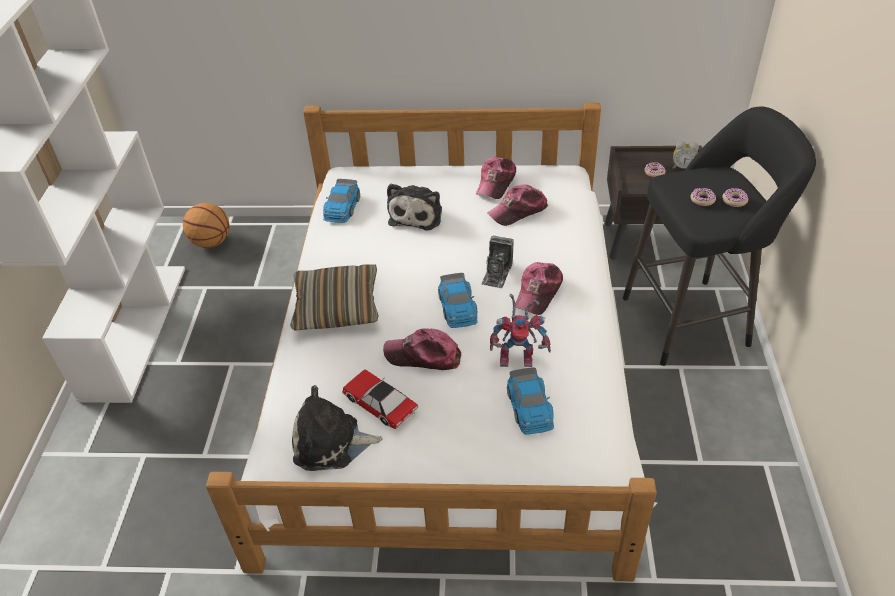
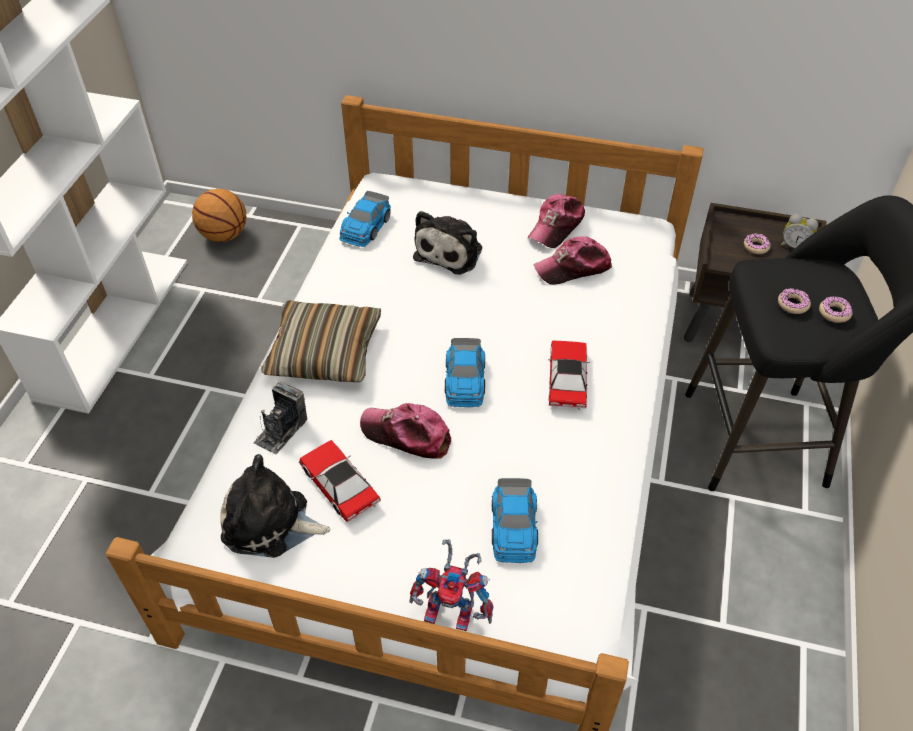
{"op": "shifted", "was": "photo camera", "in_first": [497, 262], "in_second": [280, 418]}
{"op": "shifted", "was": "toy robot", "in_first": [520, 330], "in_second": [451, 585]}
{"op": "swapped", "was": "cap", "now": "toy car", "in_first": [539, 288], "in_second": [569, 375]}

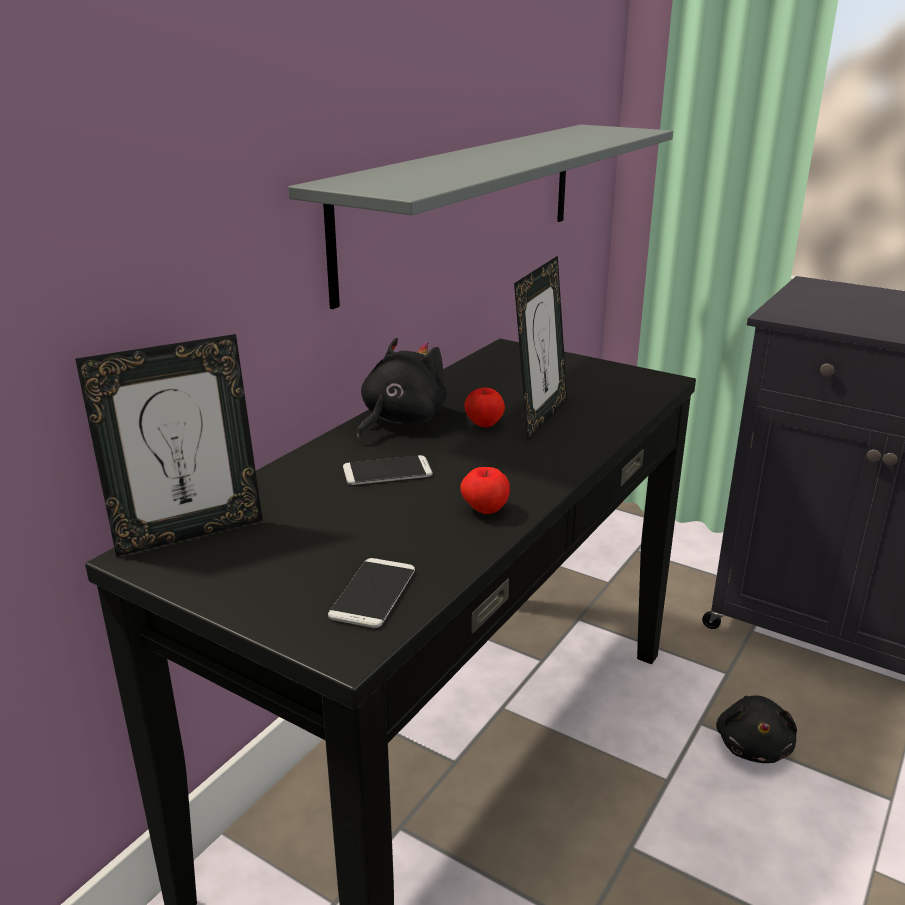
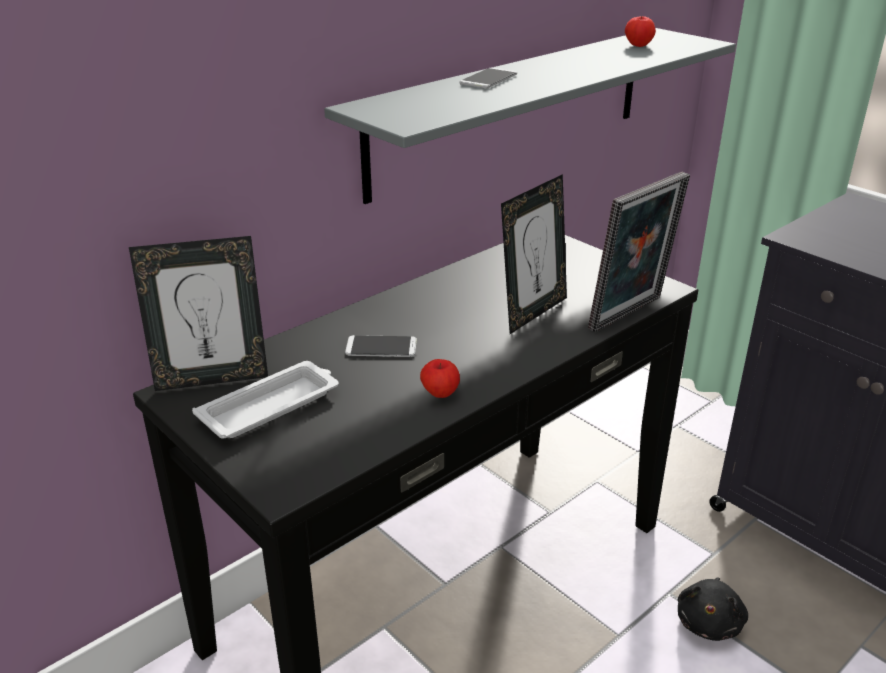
{"op": "gone", "was": "plush toy/black", "in_first": [402, 388]}
{"op": "new", "now": "tray/white", "in_second": [265, 399]}
{"op": "new", "now": "picture frame", "in_second": [639, 251]}
{"op": "shifted", "was": "phone", "in_first": [371, 593], "in_second": [488, 78]}
{"op": "shifted", "was": "apple", "in_first": [484, 407], "in_second": [640, 31]}

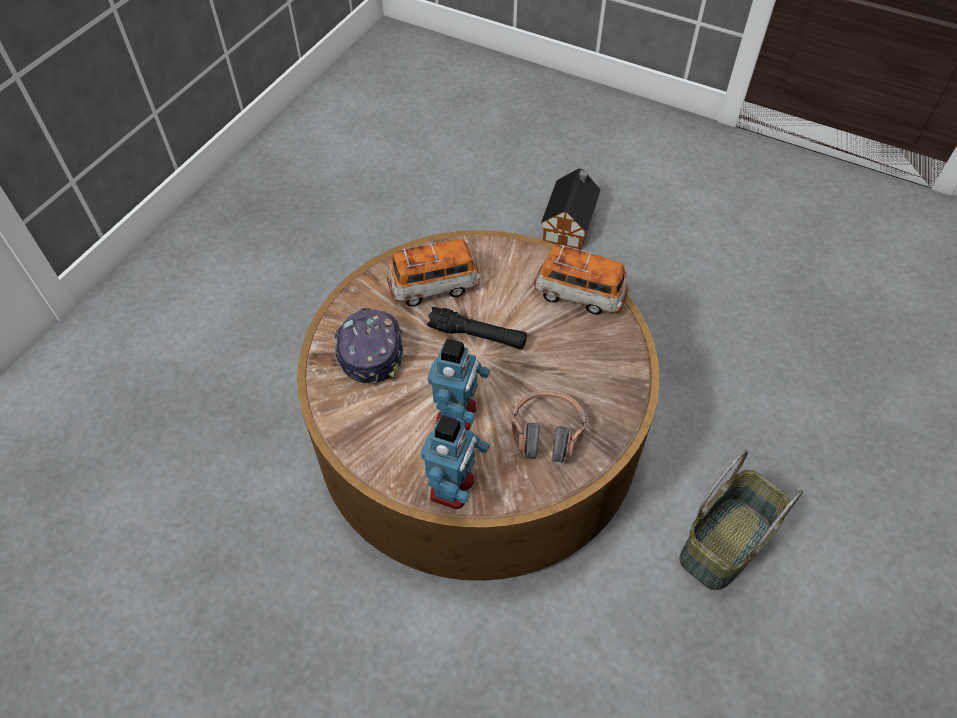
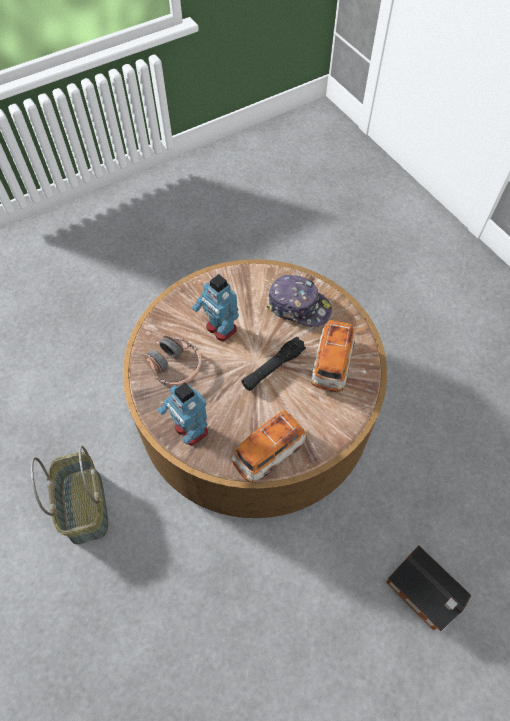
{"op": "shifted", "was": "toy robot", "in_first": [455, 462], "in_second": [183, 414]}

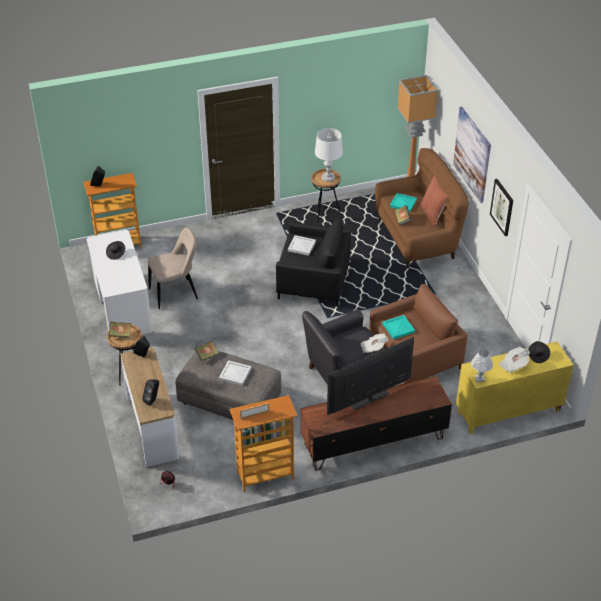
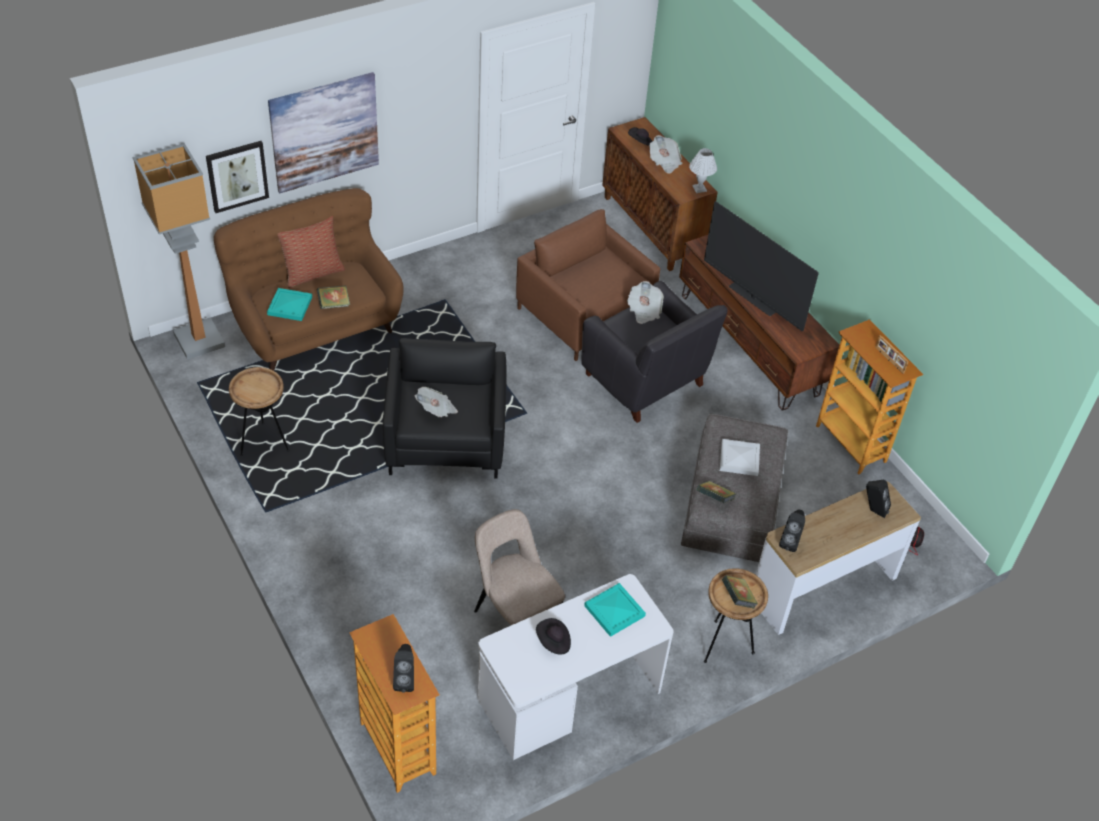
{"op": "gone", "was": "table lamp/white", "in_first": [329, 155]}
{"op": "shifted", "was": "tray/turquoise", "in_first": [398, 327], "in_second": [615, 610]}
{"op": "shifted", "was": "picture", "in_first": [501, 207], "in_second": [237, 177]}
{"op": "swapped", "was": "tray/white", "now": "newspaper", "in_first": [302, 245], "in_second": [436, 402]}
{"op": "repainted", "was": "cabinet/yellow", "now": "cabinet/brown", "in_first": [515, 387], "in_second": [660, 194]}

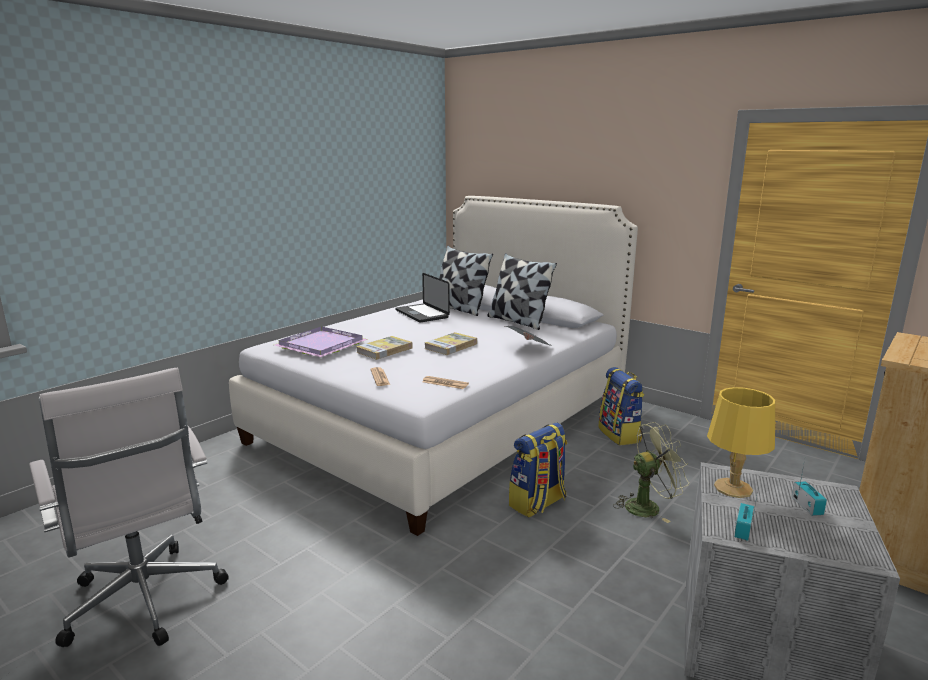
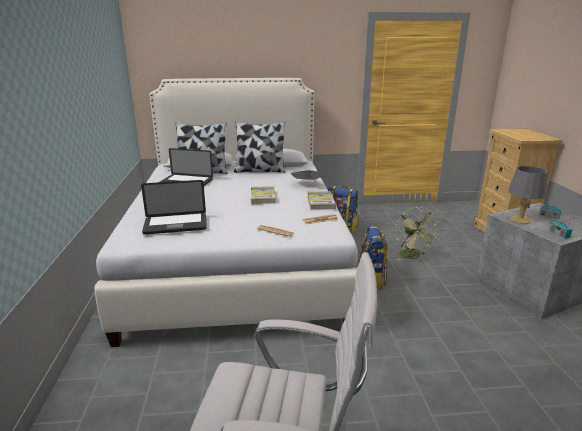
{"op": "shifted", "was": "book", "in_first": [384, 348], "in_second": [321, 200]}
{"op": "swapped", "was": "tray/purple", "now": "laptop", "in_first": [321, 341], "in_second": [174, 207]}
{"op": "repainted", "was": "table lamp/yellow", "now": "table lamp/grey", "in_first": [741, 442], "in_second": [527, 195]}
{"op": "rotated", "was": "fan/green", "in_first": [651, 472], "in_second": [417, 233], "clockwise": 135}

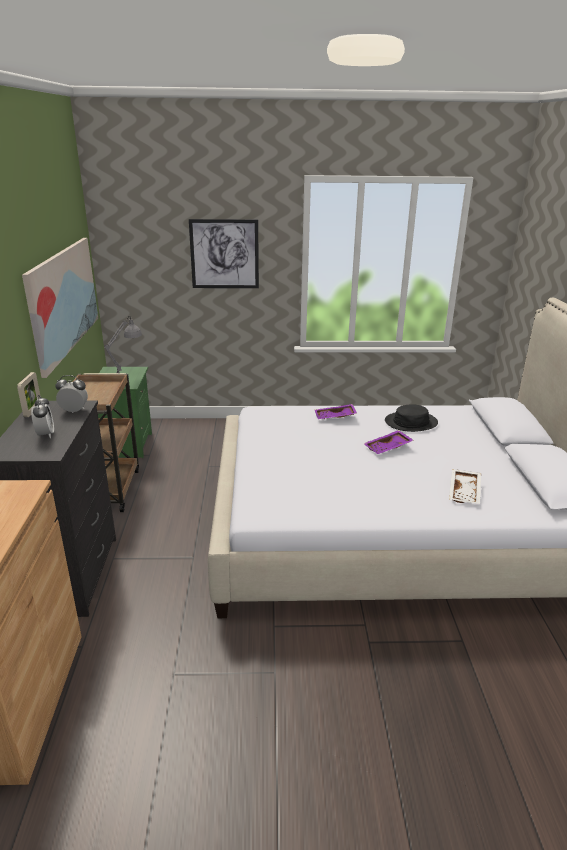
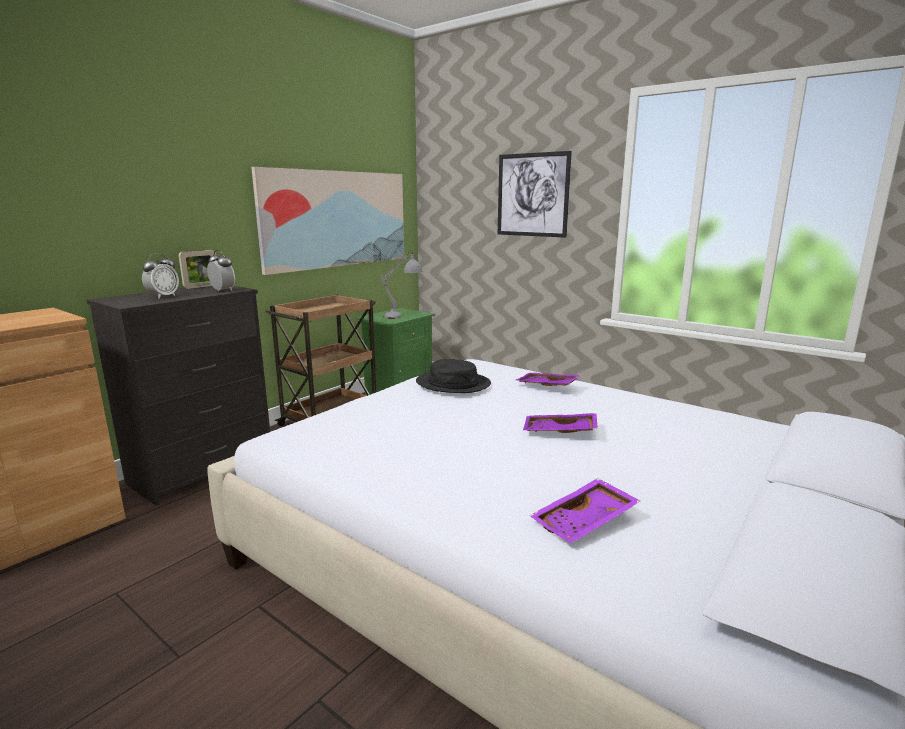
{"op": "shifted", "was": "hat/black", "in_first": [411, 418], "in_second": [453, 376]}
{"op": "repainted", "was": "tray/white", "now": "tray/purple", "in_first": [465, 486], "in_second": [584, 510]}

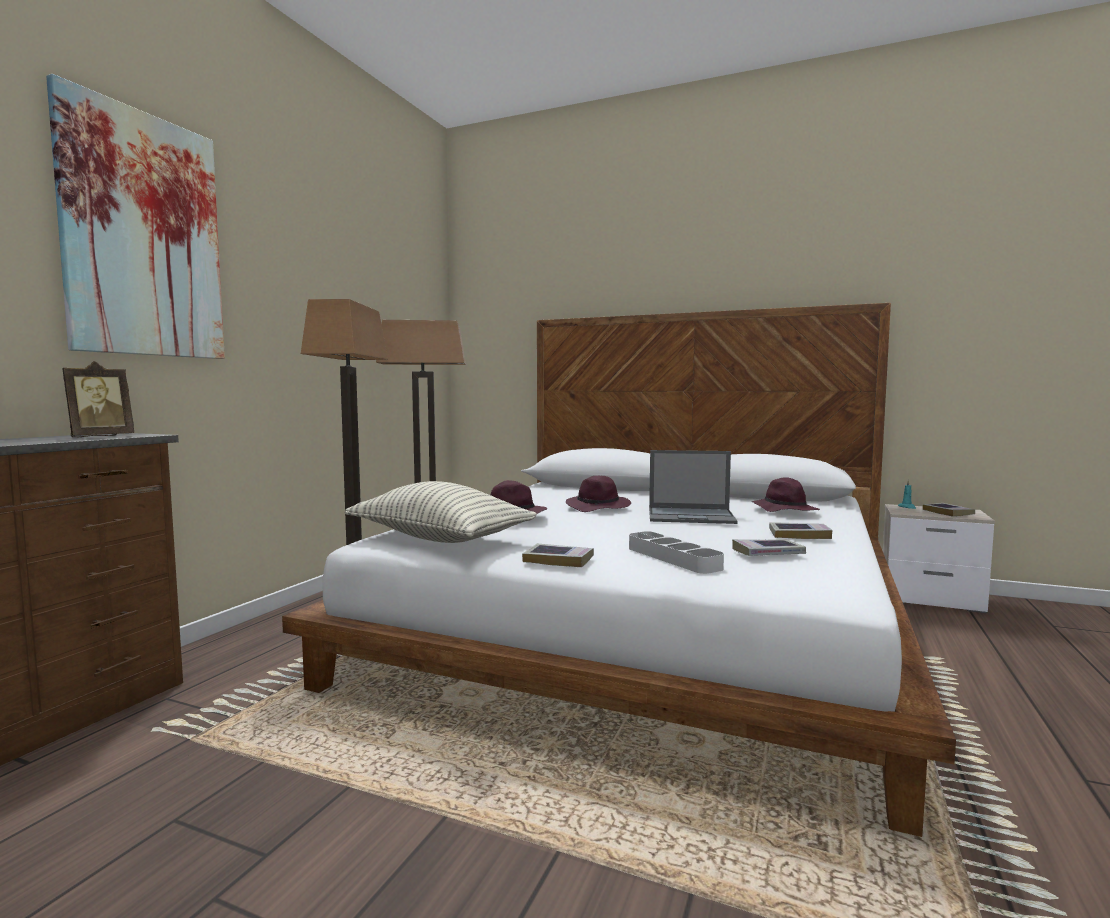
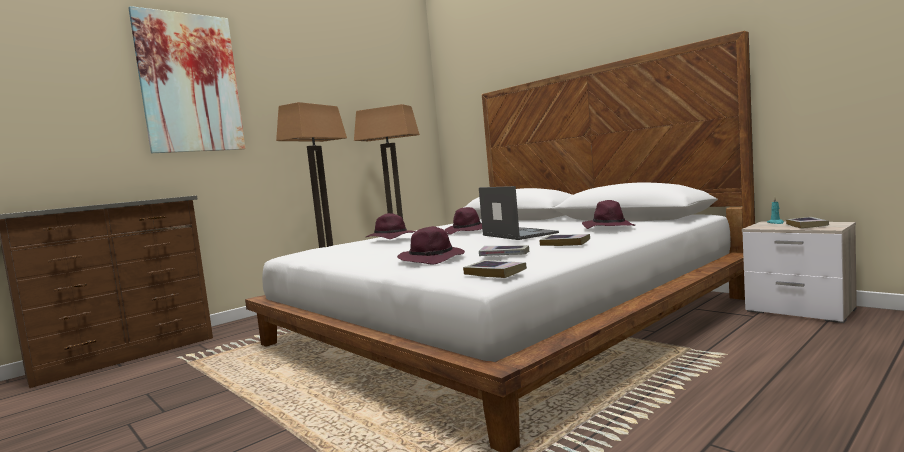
{"op": "gone", "was": "picture frame", "in_first": [98, 399]}
{"op": "gone", "was": "pillow", "in_first": [441, 512]}
{"op": "shifted", "was": "book", "in_first": [558, 555], "in_second": [495, 269]}
{"op": "swapped", "was": "tray/grey", "now": "hat/purple", "in_first": [676, 552], "in_second": [431, 245]}
{"op": "rotated", "was": "laptop", "in_first": [693, 487], "in_second": [519, 213], "clockwise": -150}

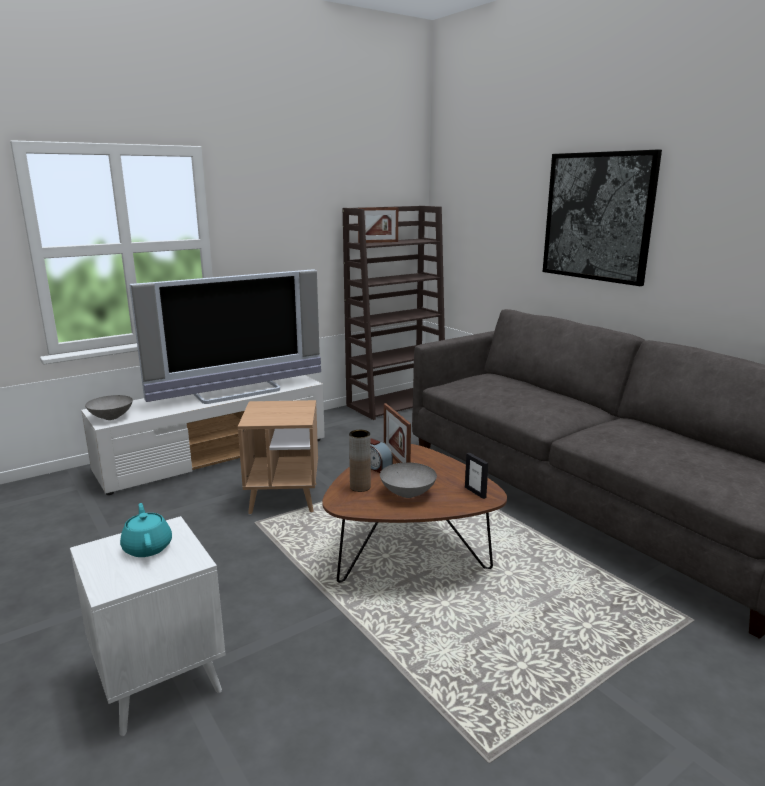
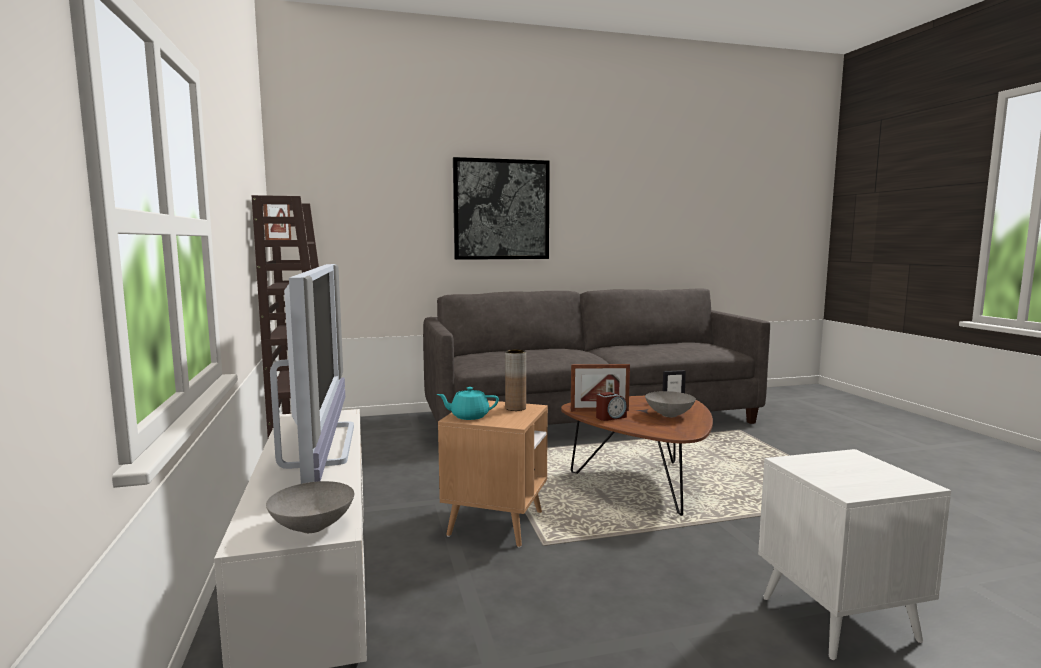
{"op": "shifted", "was": "teapot/turquoise", "in_first": [146, 530], "in_second": [468, 403]}
{"op": "shifted", "was": "vase/brown", "in_first": [360, 461], "in_second": [515, 380]}

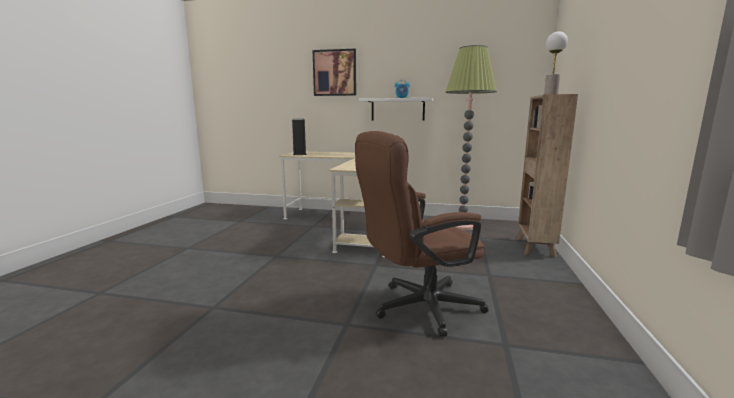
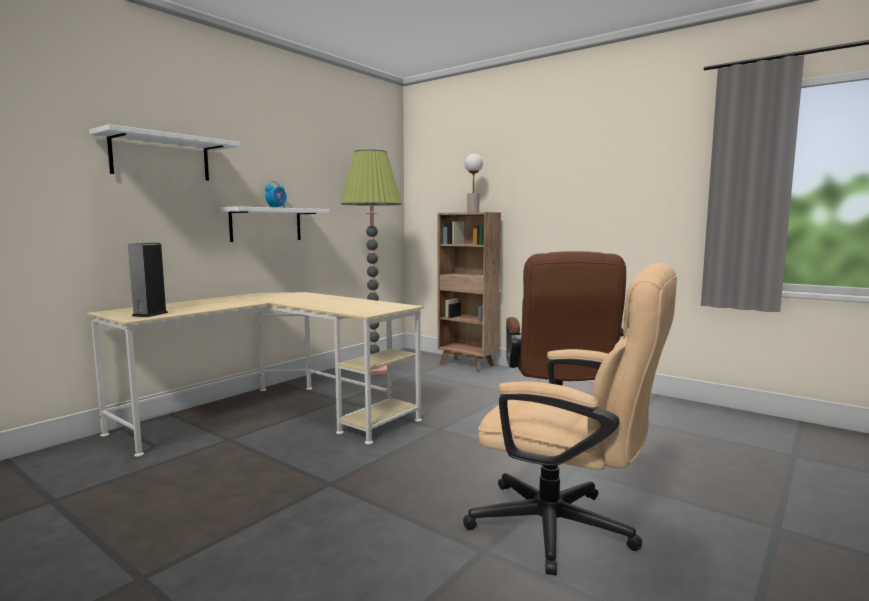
{"op": "new", "now": "office chair/beige", "in_second": [570, 419]}
{"op": "swapped", "was": "picture", "now": "shelf/white", "in_first": [334, 72], "in_second": [164, 152]}

